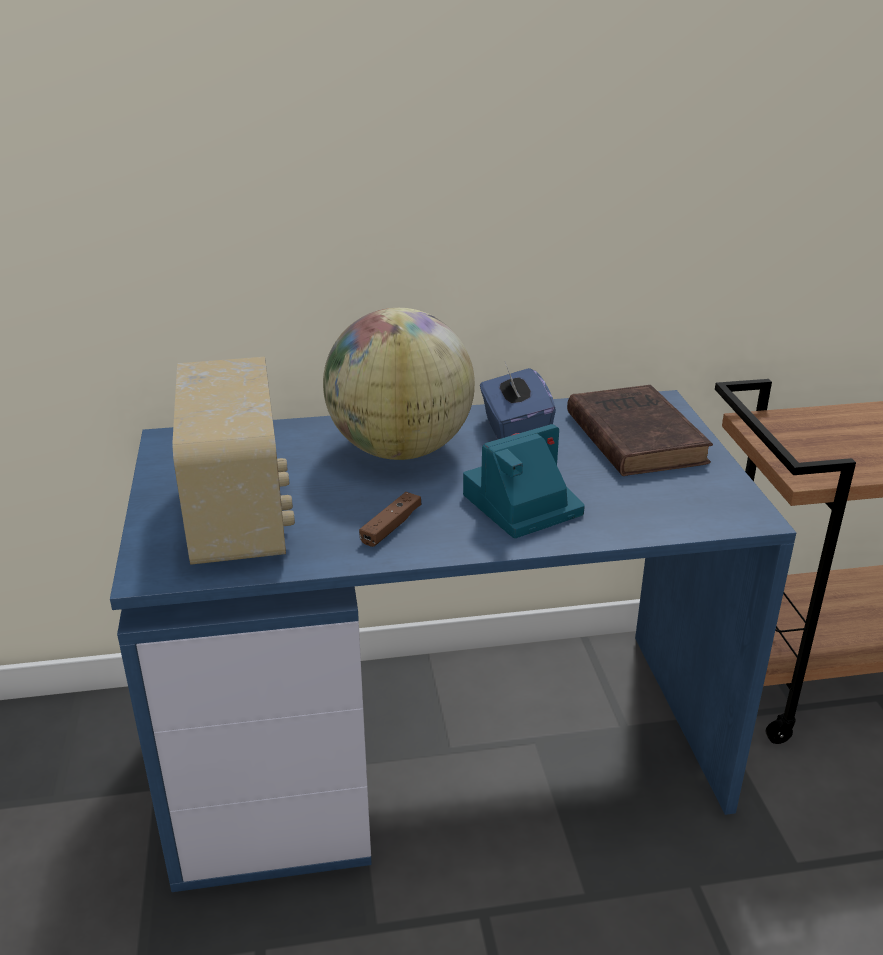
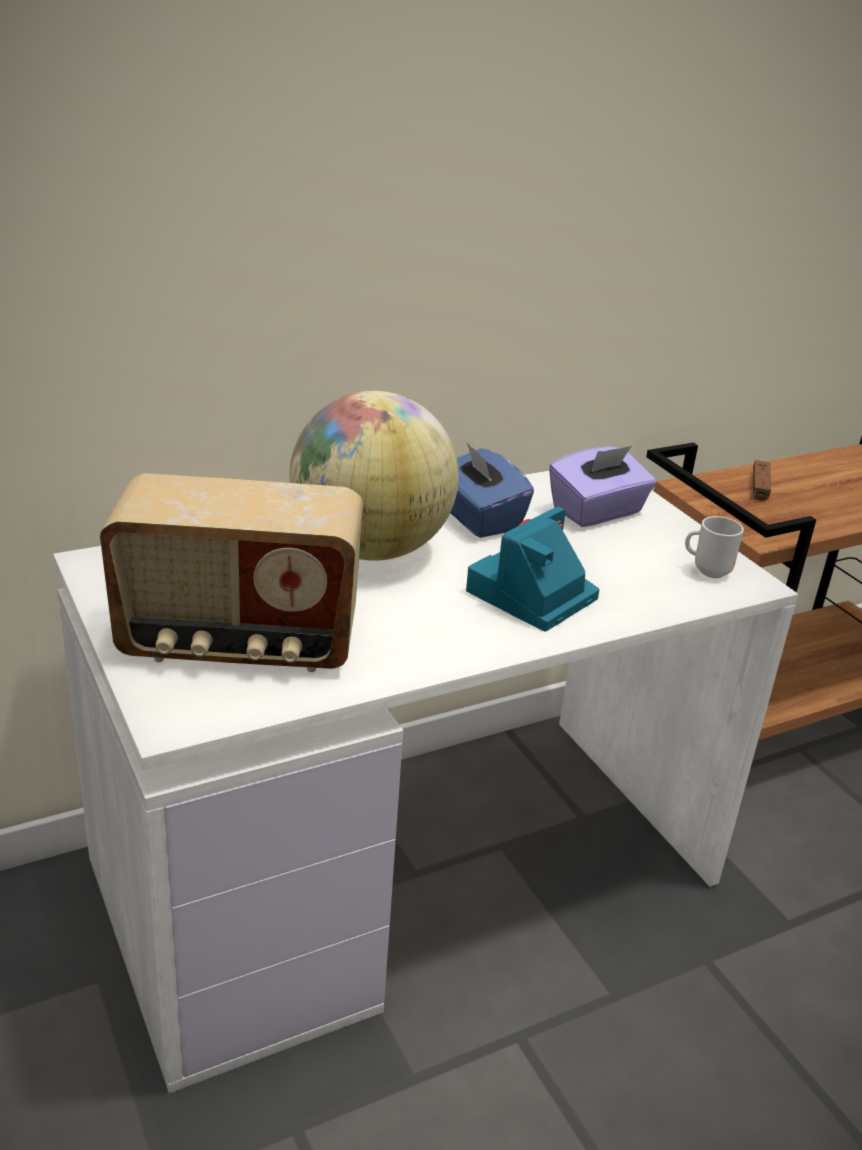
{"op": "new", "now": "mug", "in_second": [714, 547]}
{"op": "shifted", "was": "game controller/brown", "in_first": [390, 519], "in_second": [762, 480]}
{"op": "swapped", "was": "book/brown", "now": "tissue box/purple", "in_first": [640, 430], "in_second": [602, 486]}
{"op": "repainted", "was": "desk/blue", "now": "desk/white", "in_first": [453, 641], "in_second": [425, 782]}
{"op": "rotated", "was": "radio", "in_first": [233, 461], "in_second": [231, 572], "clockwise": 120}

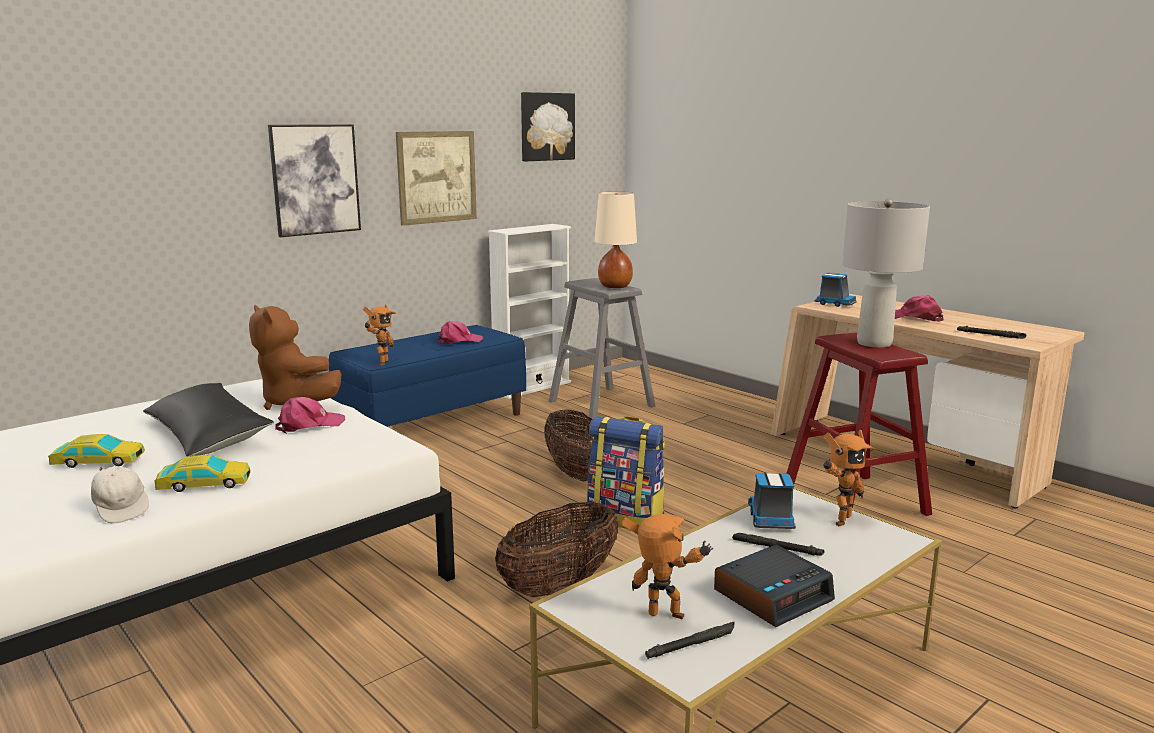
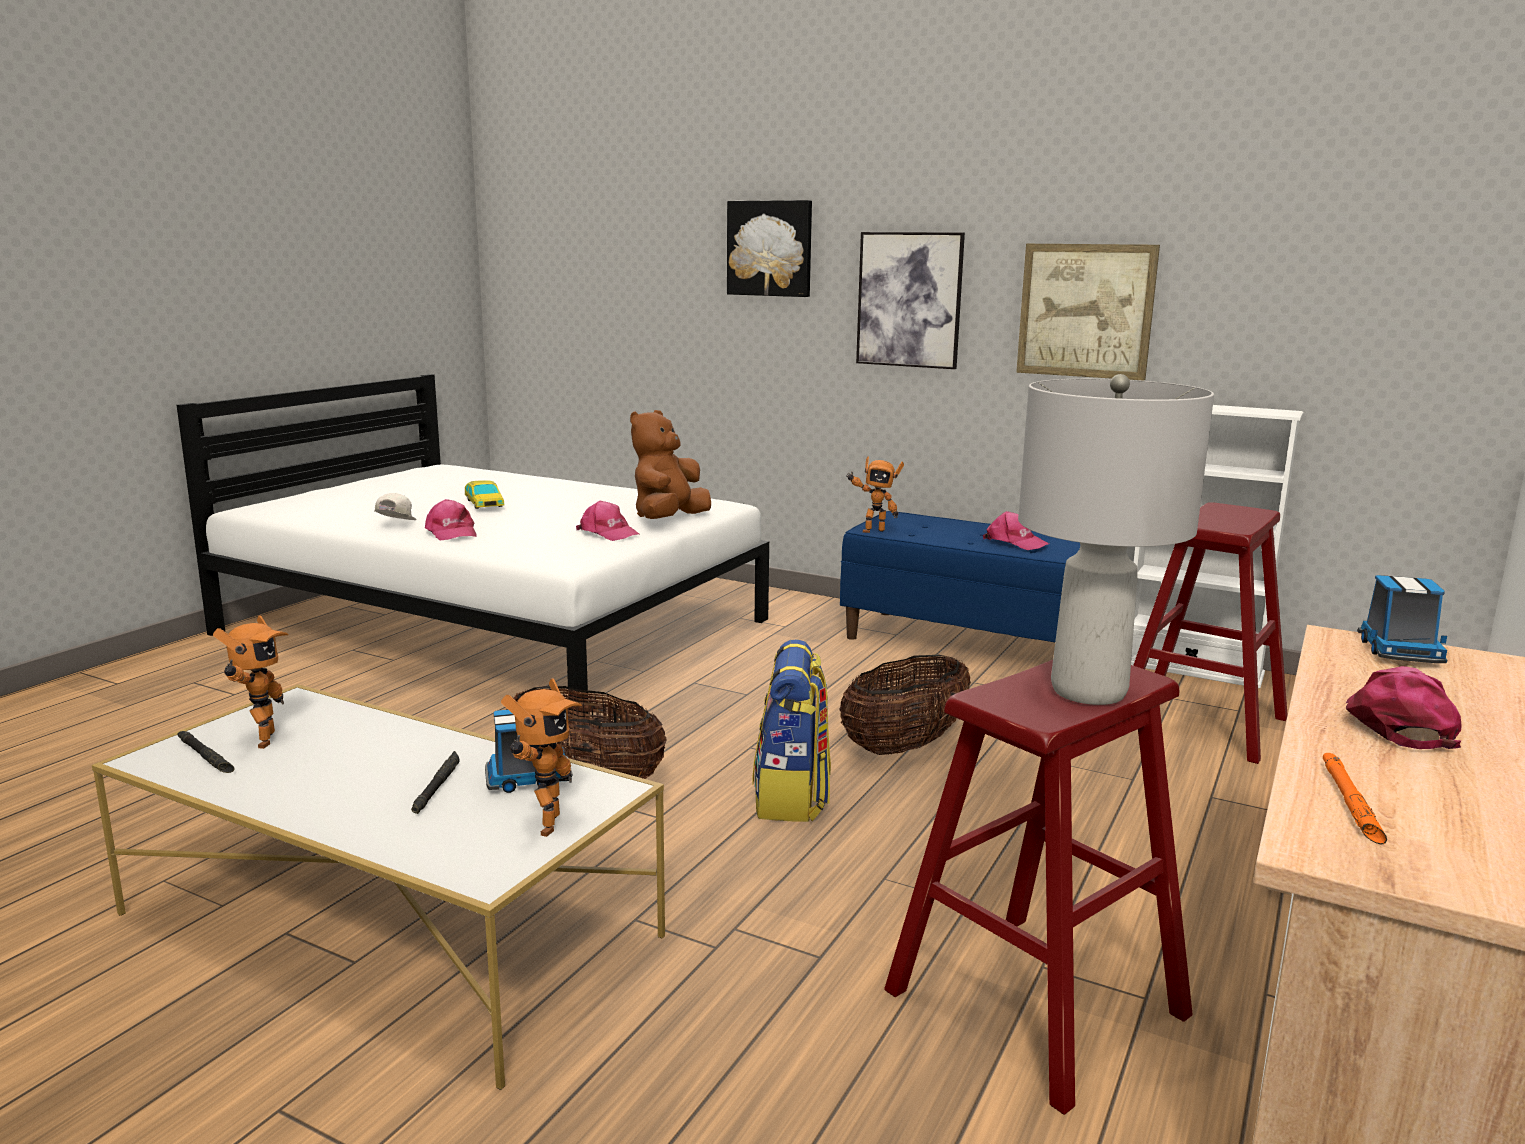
{"op": "gone", "was": "pillow/black", "in_first": [208, 420]}
{"op": "gone", "was": "table lamp/beige", "in_first": [615, 240]}
{"op": "gone", "was": "alarm clock", "in_first": [774, 586]}
{"op": "shifted", "was": "picture", "in_first": [548, 126], "in_second": [769, 248]}
{"op": "swapped", "was": "toy car", "now": "cap/pink", "in_first": [203, 473], "in_second": [451, 520]}
{"op": "repainted", "was": "stool/grey", "now": "stool/red", "in_first": [602, 349], "in_second": [1210, 633]}
{"op": "repainted", "was": "flashlight/black", "now": "flashlight/orange", "in_first": [991, 332], "in_second": [1355, 798]}
{"op": "rotated", "was": "cap/white", "in_first": [120, 495], "in_second": [396, 506], "clockwise": 150}
{"op": "rotated", "was": "toy robot", "in_first": [849, 478], "in_second": [541, 757], "clockwise": -105}

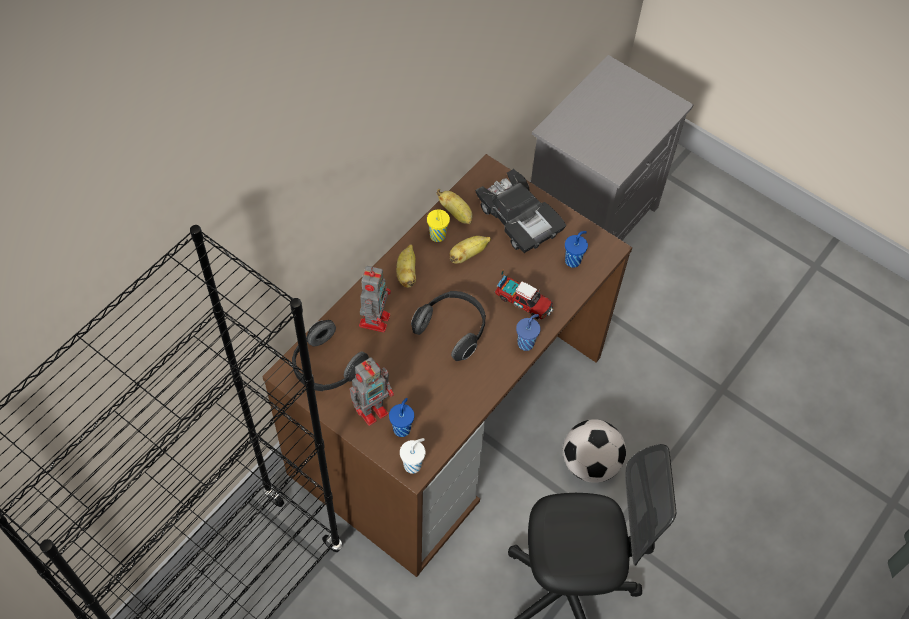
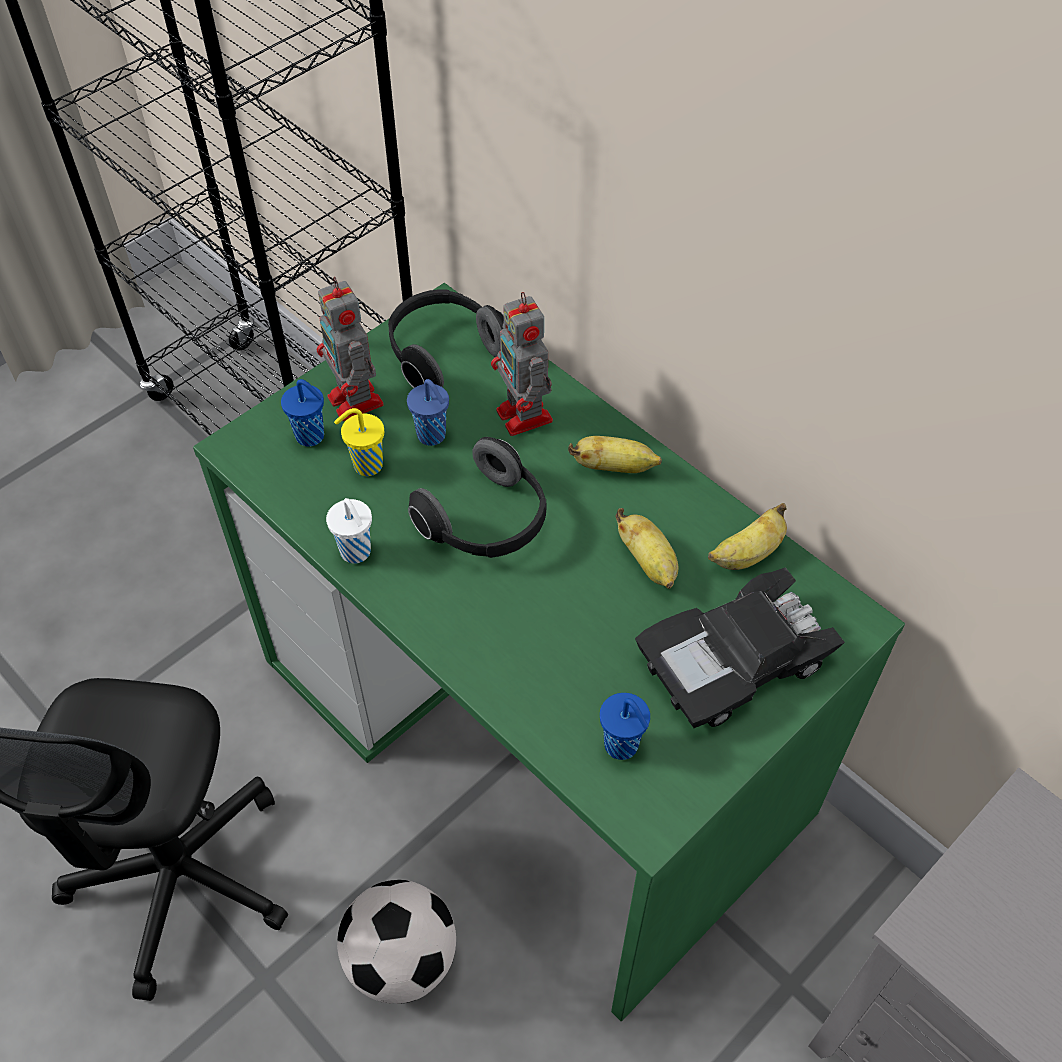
{"op": "gone", "was": "toy truck", "in_first": [524, 295]}
{"op": "shifted", "was": "cup/white", "in_first": [413, 456], "in_second": [349, 530]}
{"op": "shifted", "was": "cup/yellow", "in_first": [438, 226], "in_second": [359, 442]}
{"op": "shifted", "was": "cup/blue", "in_first": [528, 332], "in_second": [428, 412]}
{"op": "repainted", "was": "desk/brown", "now": "desk/green", "in_first": [447, 365], "in_second": [549, 652]}
{"op": "rotated", "was": "toy robot", "in_first": [375, 299], "in_second": [522, 364], "clockwise": 45}

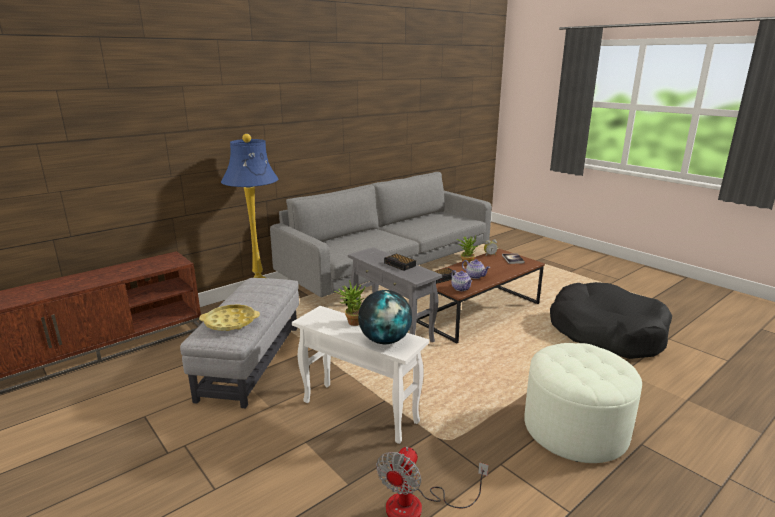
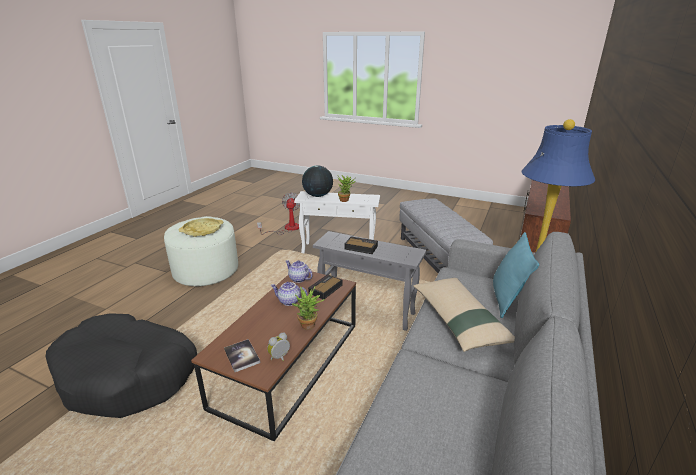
{"op": "new", "now": "pillow/beige", "in_second": [464, 315]}
{"op": "new", "now": "pillow/turquoise", "in_second": [516, 275]}
{"op": "shifted", "was": "tray/yellow", "in_first": [229, 318], "in_second": [201, 227]}

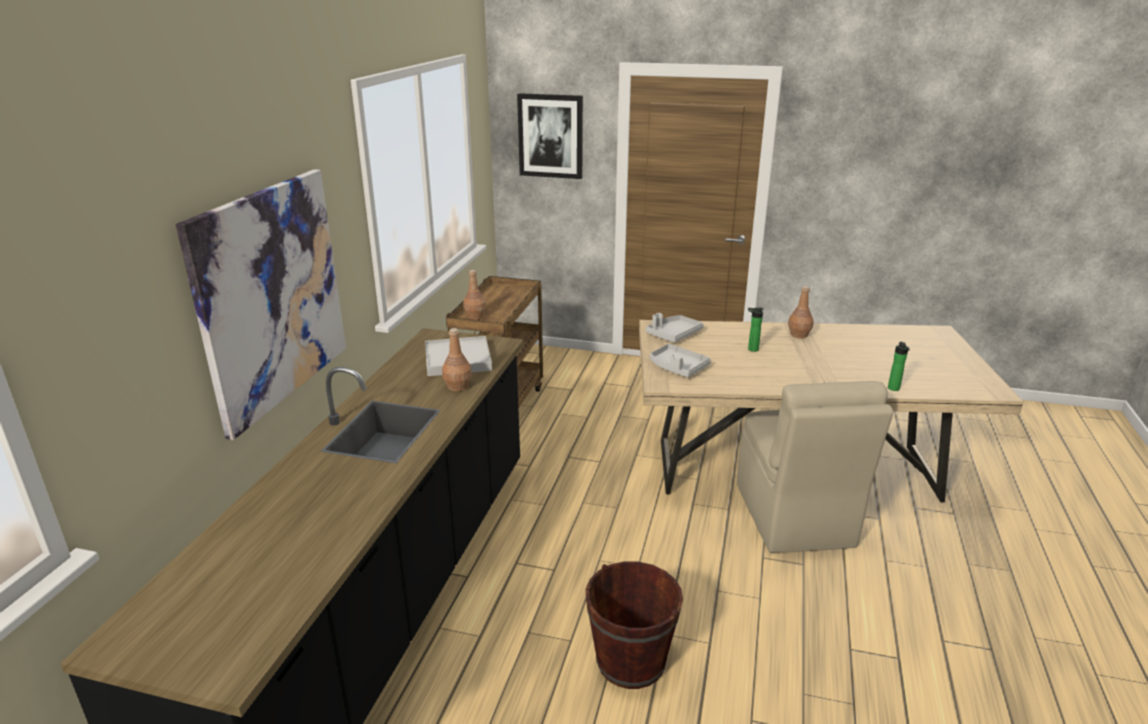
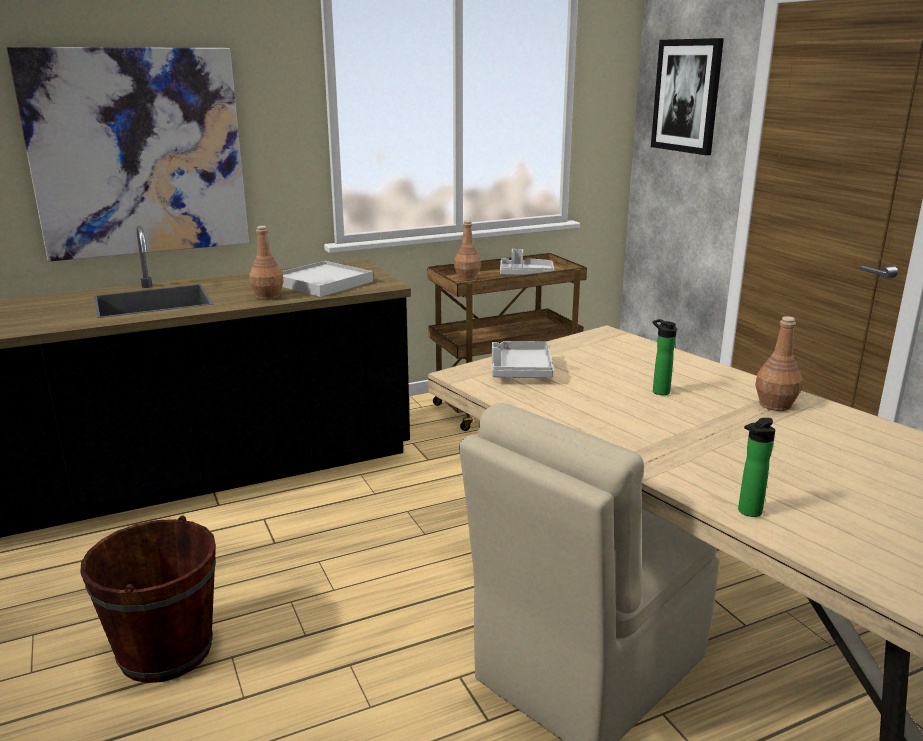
{"op": "shifted", "was": "tray/grey", "in_first": [675, 328], "in_second": [527, 262]}

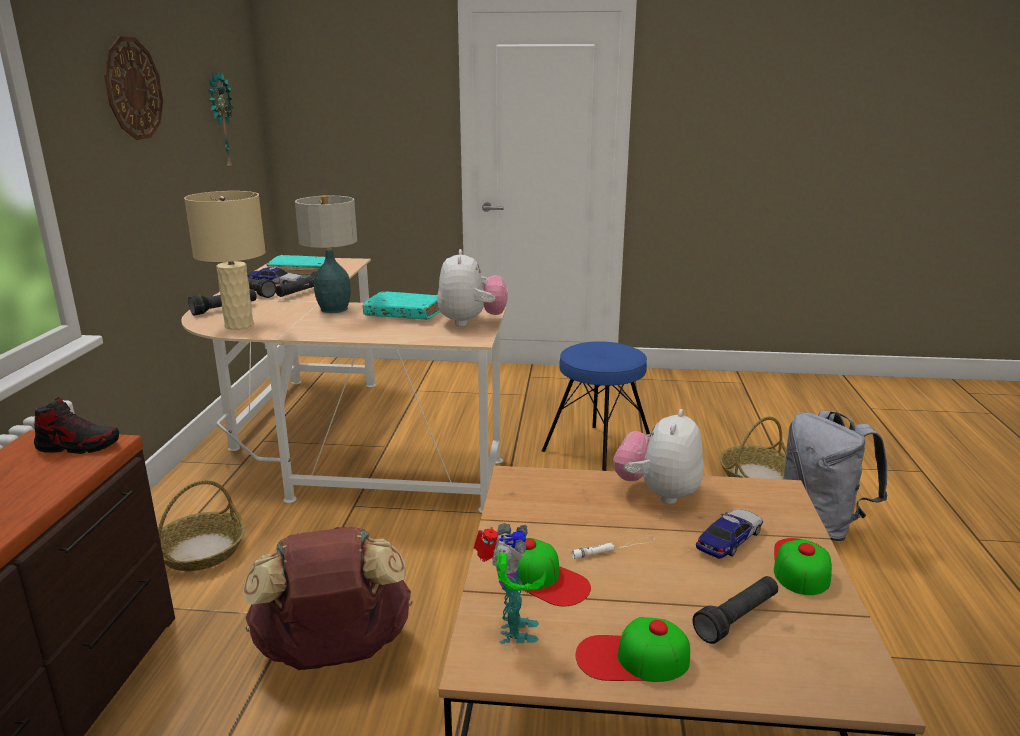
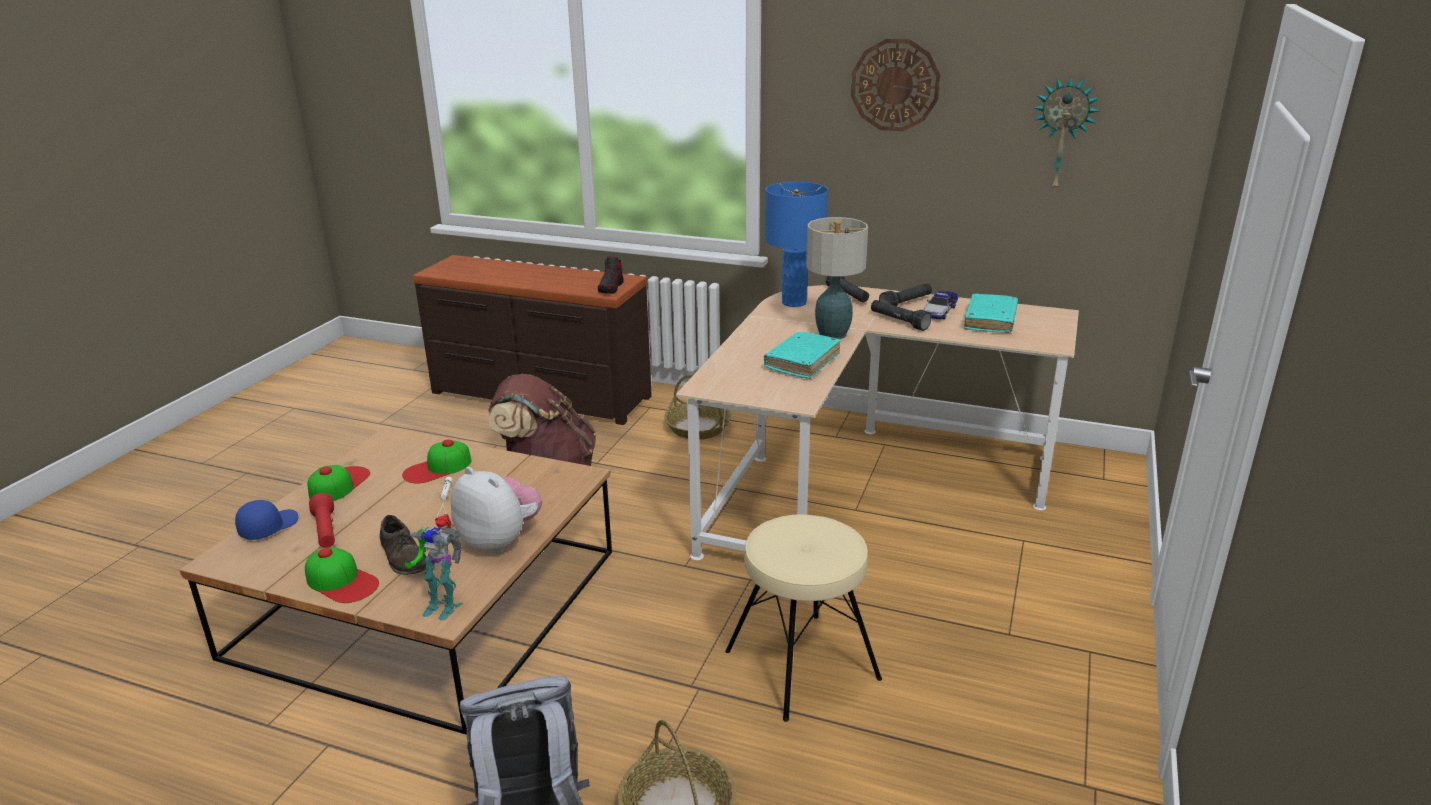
{"op": "gone", "was": "plush toy", "in_first": [472, 288]}
{"op": "new", "now": "cap/blue", "in_second": [267, 520]}
{"op": "shifted", "was": "toy robot", "in_first": [510, 583], "in_second": [434, 567]}
{"op": "swapped", "was": "toy car", "now": "shoe/brown", "in_first": [729, 534], "in_second": [403, 545]}
{"op": "repainted", "was": "table lamp/beige", "now": "table lamp/blue", "in_first": [225, 260], "in_second": [796, 244]}
{"op": "repainted", "was": "stool/blue", "now": "stool/beige", "in_first": [596, 406], "in_second": [803, 618]}
{"op": "repainted", "was": "flashlight/black", "now": "flashlight/red", "in_first": [735, 610], "in_second": [322, 520]}

